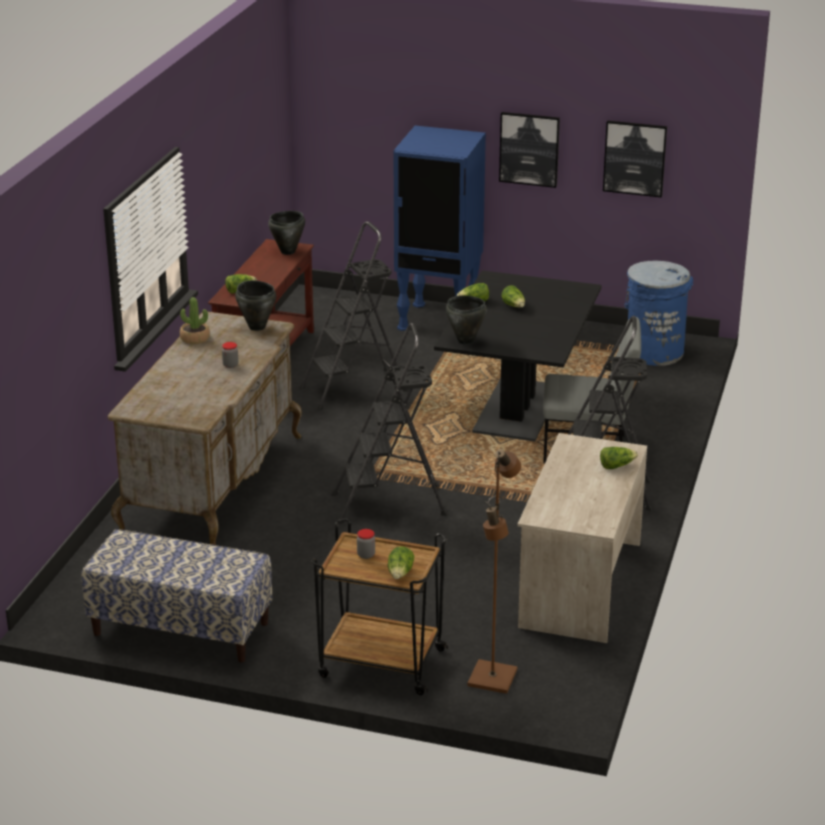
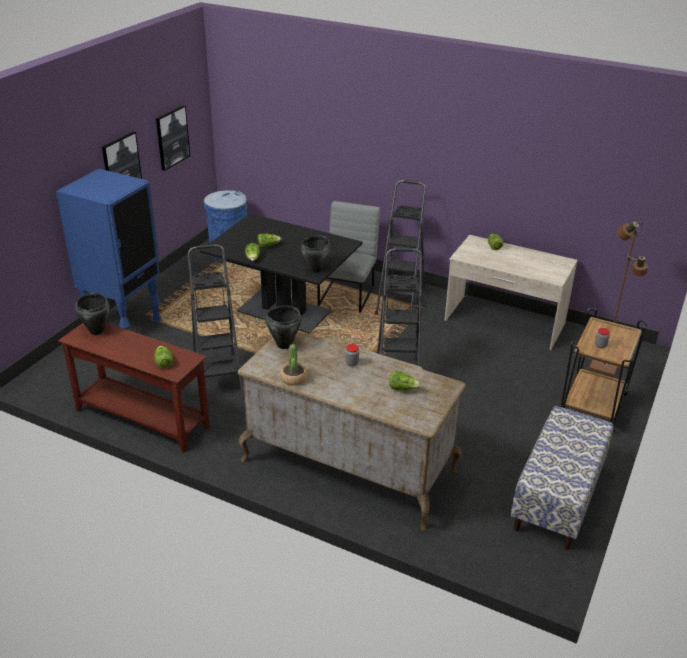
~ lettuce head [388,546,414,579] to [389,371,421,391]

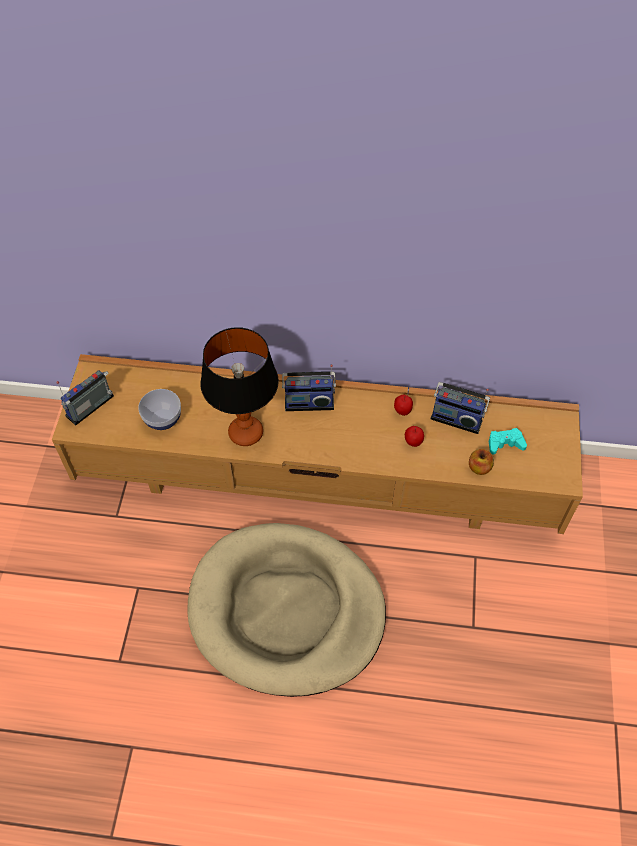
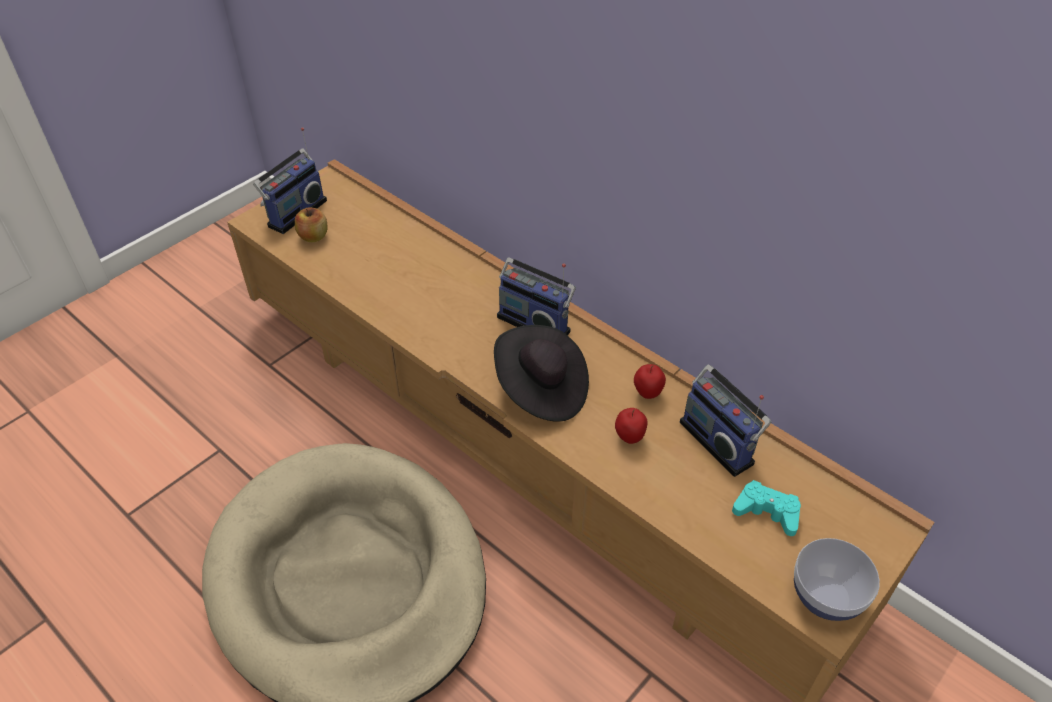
~ radio [56,371,114,425] = [253,127,327,234] 135 degrees clockwise
~ bowl [138,389,181,430] to [794,538,880,621]
- lamp for a table [200,327,279,446]
~ whole apple [469,449,494,475] to [295,207,328,242]
+ wearable hat (black) [494,325,589,422]

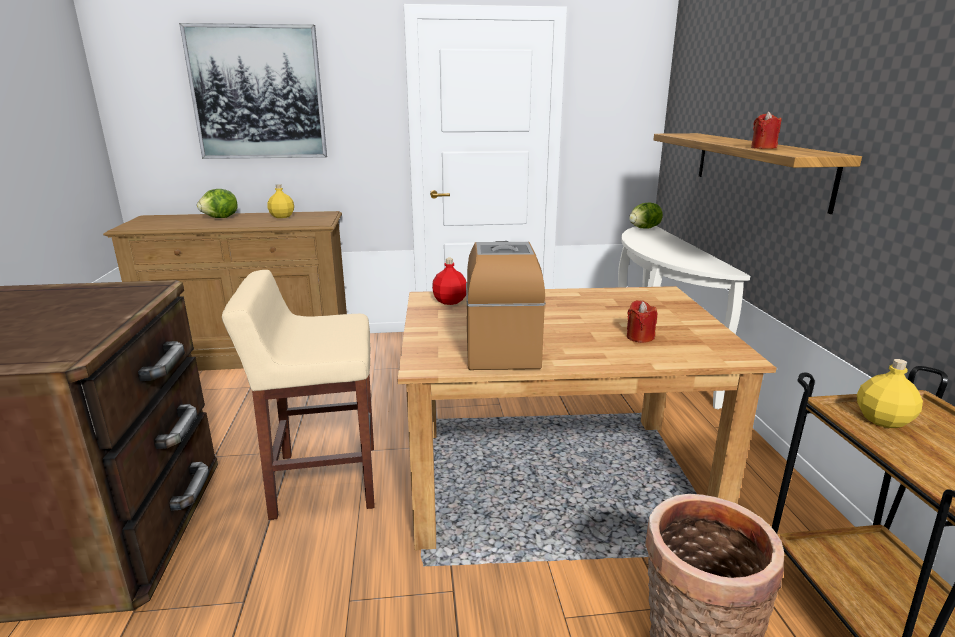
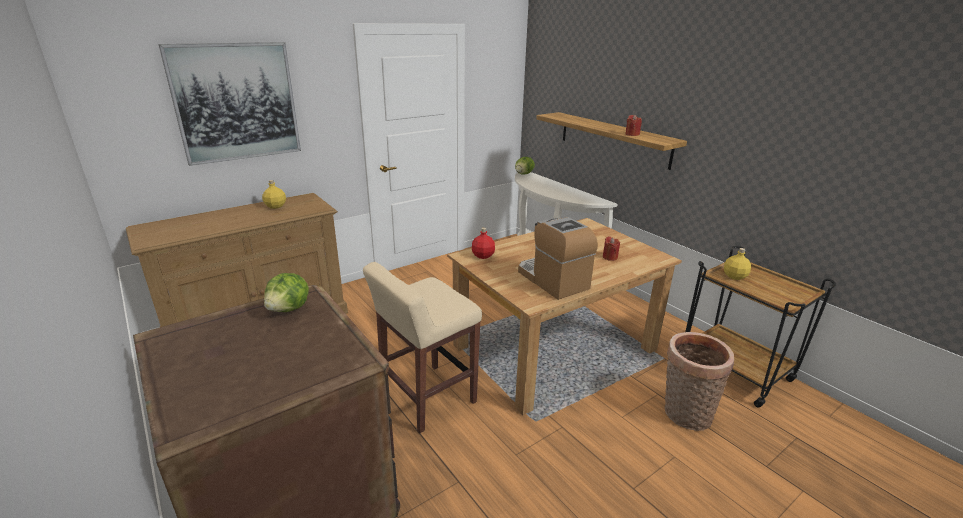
~ lettuce head [197,189,238,218] to [264,273,309,312]

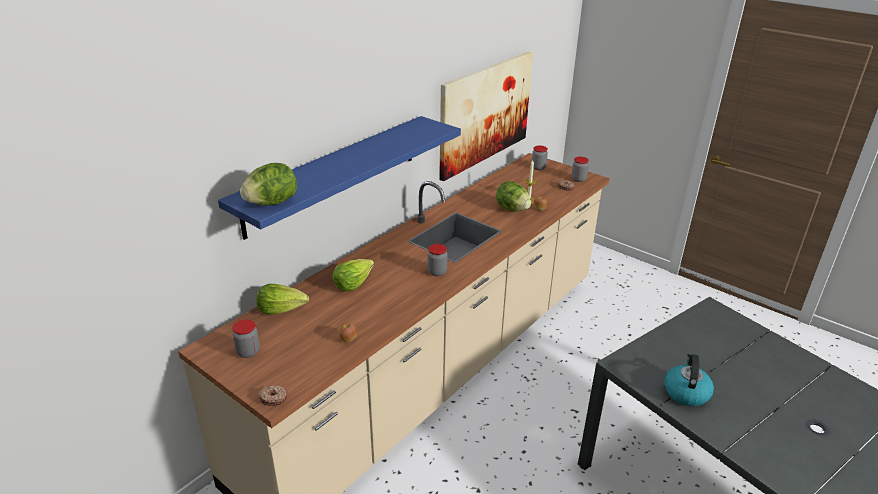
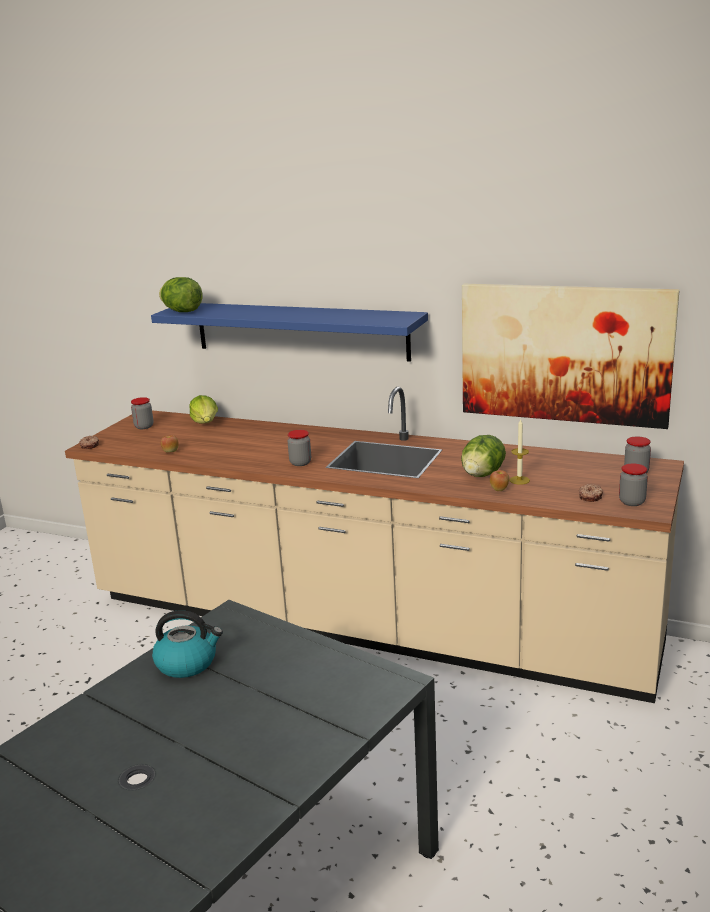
- lettuce head [333,259,374,291]

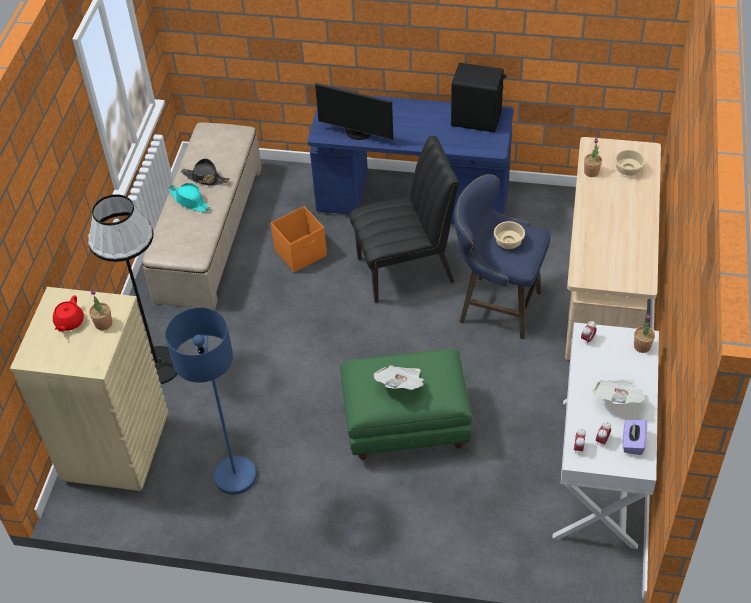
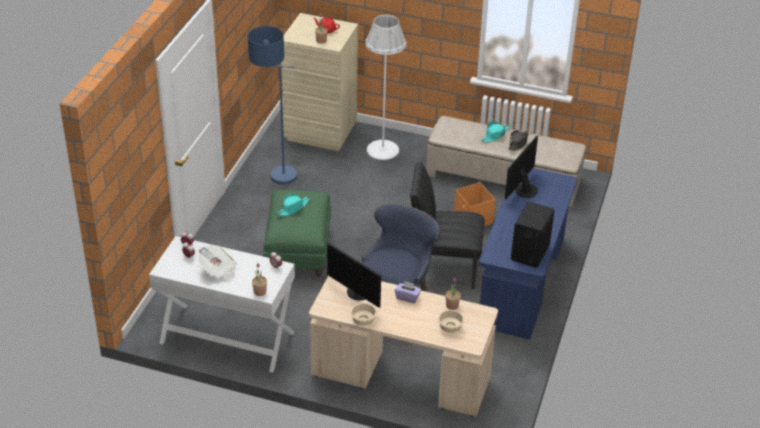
~ floor lamp (black) [88,194,177,384] to floor lamp (white-coloured) [365,15,406,160]
~ chair (black) [350,136,459,303] = [410,162,485,289] 105 degrees clockwise
~ printed paper [374,365,424,390] to wearable hat (turquoise) [276,194,310,216]
~ bowl (sand-coloured) [494,221,525,249] to [351,303,377,326]
~ box of tissues (purple-coloured) [623,420,647,455] to [394,281,421,303]
+ computer display [327,242,381,308]

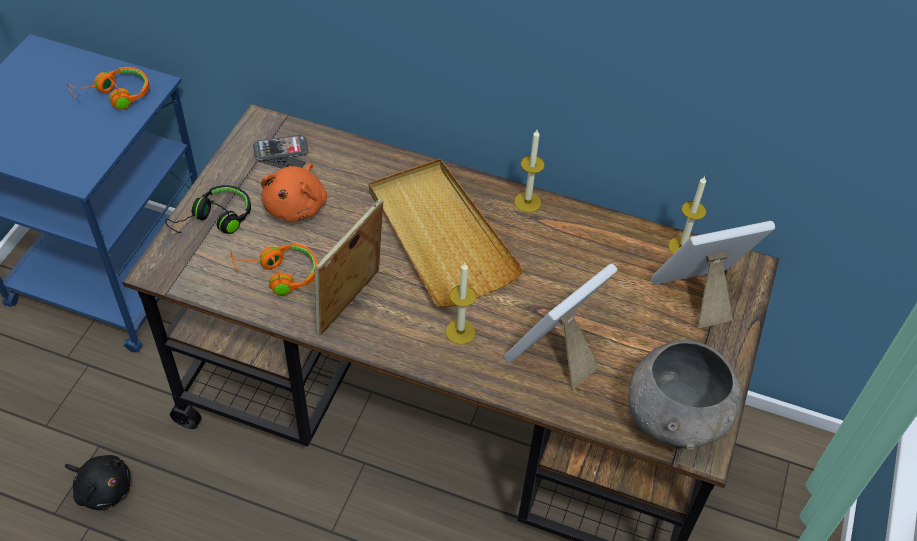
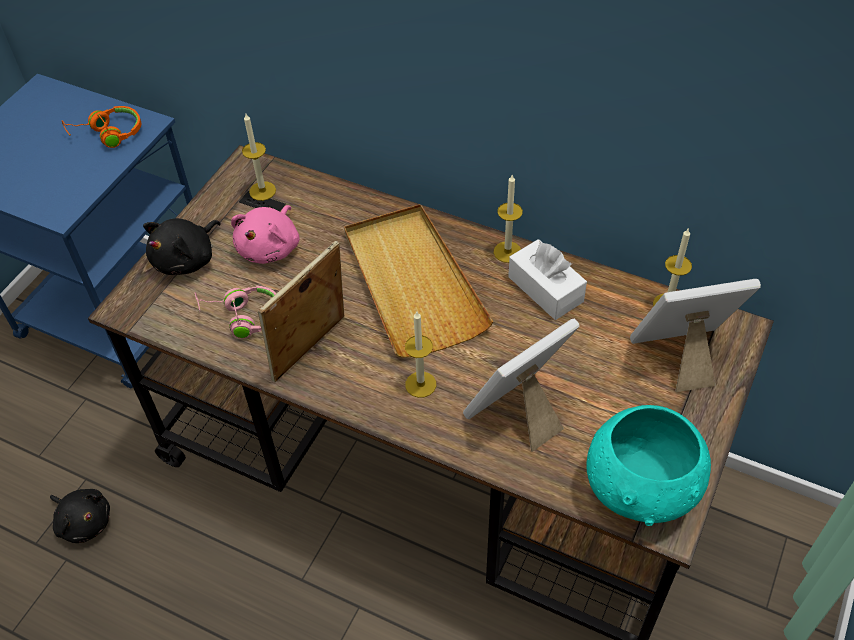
~ headphones (black) [165,185,251,234] to cuddly toy (black) [143,218,220,275]
~ headphones (orange-coloured) [231,243,317,296] to headphones (pinkish) [195,286,276,338]
~ telephone [253,135,309,161] to wax light [242,114,276,201]
~ cuddly toy (orange-coloured) [261,163,327,222] to cuddly toy (pinkish) [231,205,300,264]
~ bowl (gray) [628,340,741,450] to bowl (turquoise) [586,405,711,526]
+ box of tissues (white-coloured) [508,239,587,320]

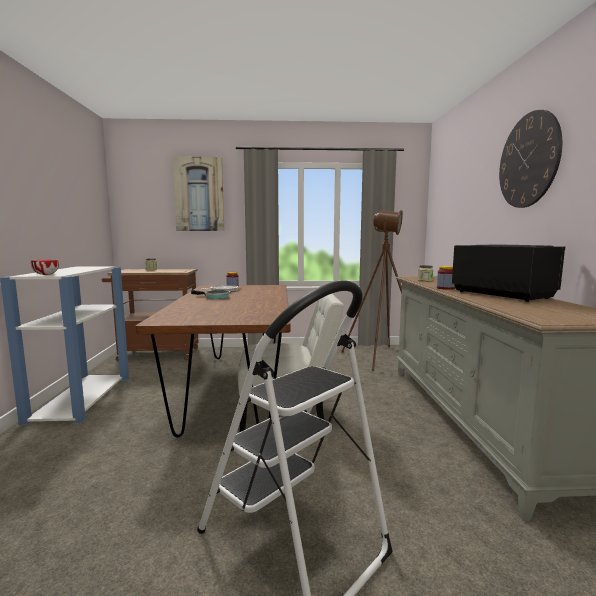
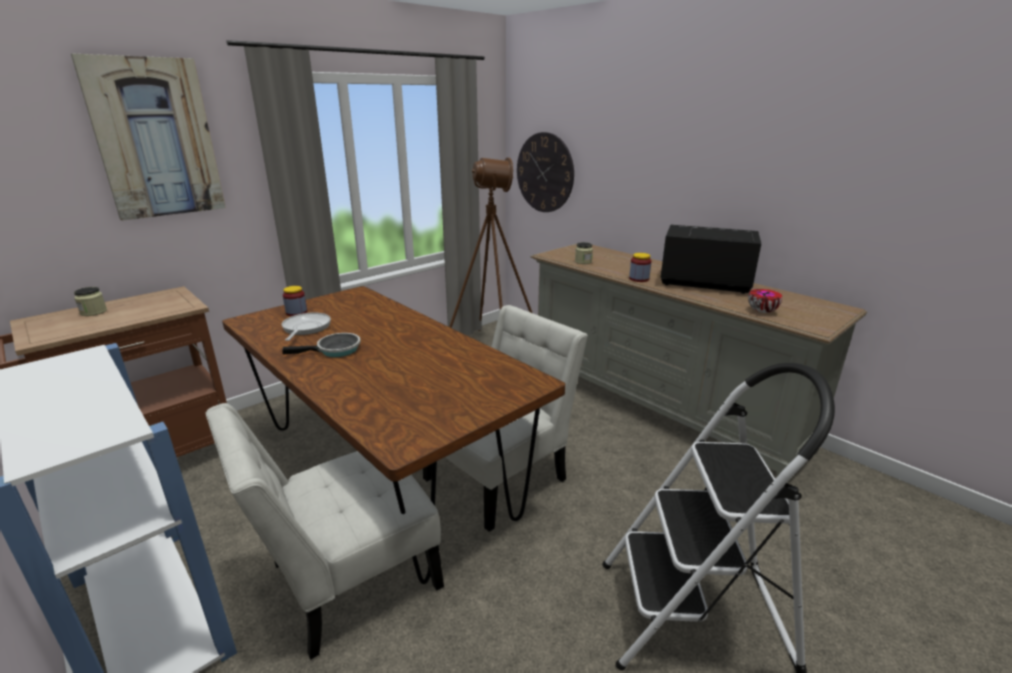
~ bowl [31,259,59,275] to [748,289,782,313]
~ clock on the wall [499,110,562,208] to [517,132,574,212]
+ chair (white-coloured) [206,403,444,660]

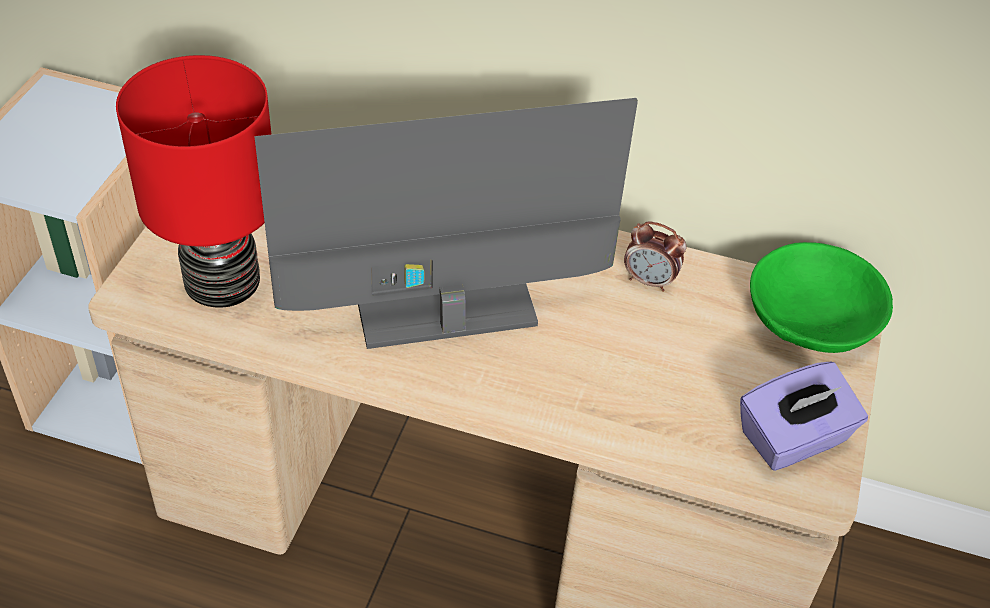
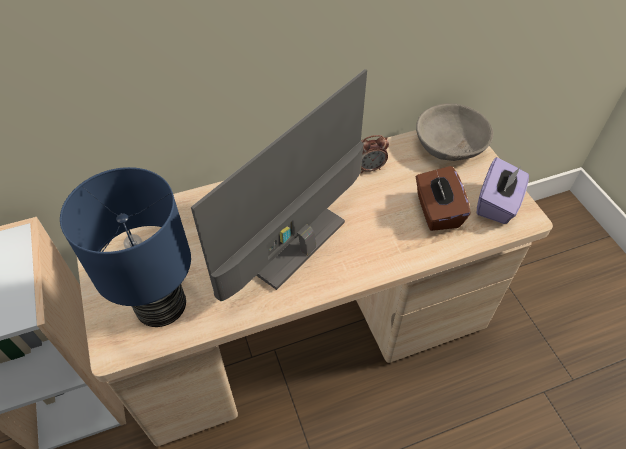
~ lamp for a table (red-coloured) [116,55,272,308] to lamp for a table (blue) [60,167,191,327]
~ bowl (greenish) [750,242,893,353] to bowl (gray) [416,103,493,161]
+ box of tissues (brown-coloured) [416,166,471,231]

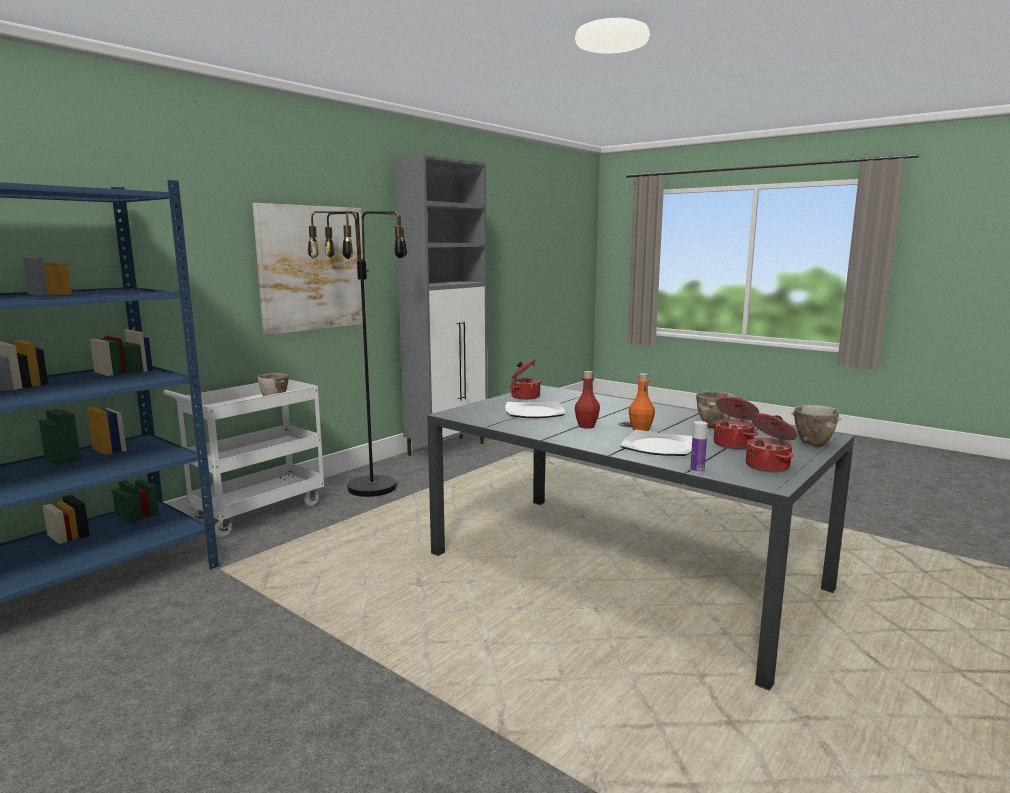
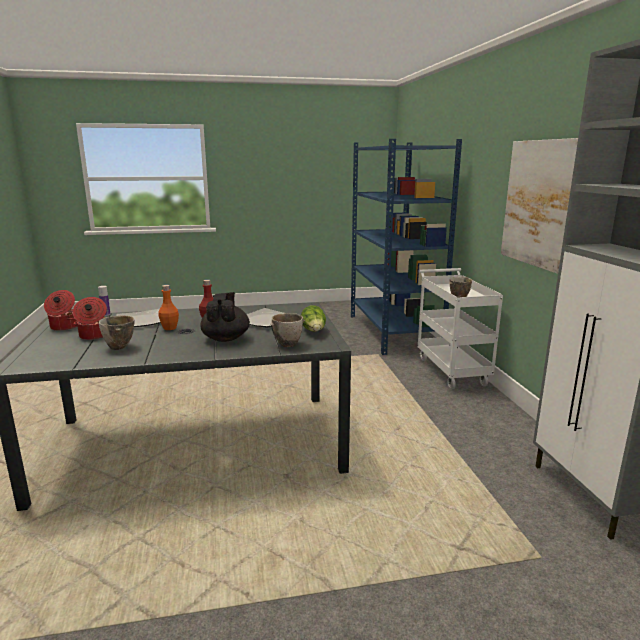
- floor lamp [308,210,407,497]
~ cooking pot [509,359,542,400] to lettuce head [300,305,326,332]
~ bowl [791,405,841,447] to [270,313,305,347]
+ tea pot (black) [201,292,250,342]

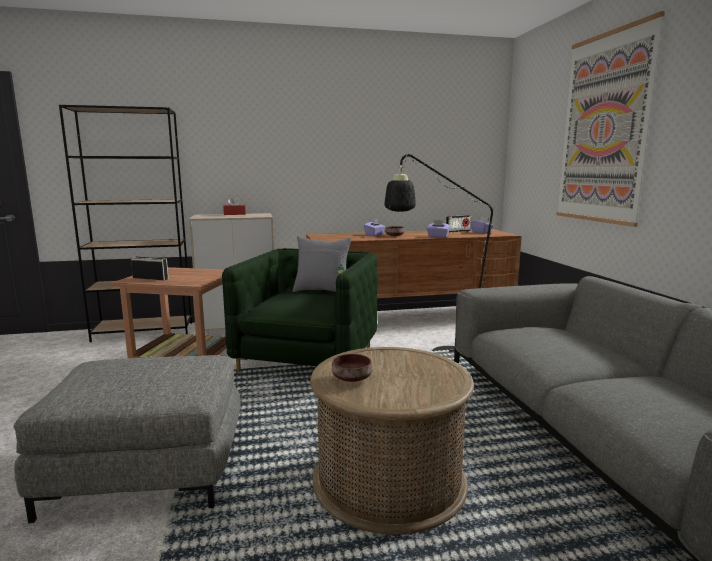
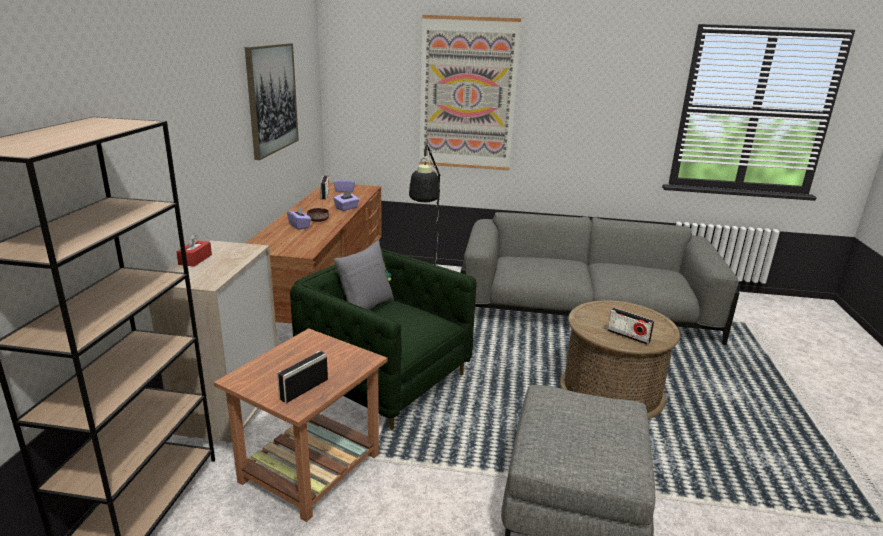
~ bowl (brown-coloured) [332,354,372,382] to radio [607,308,654,345]
+ picture [245,43,299,160]

